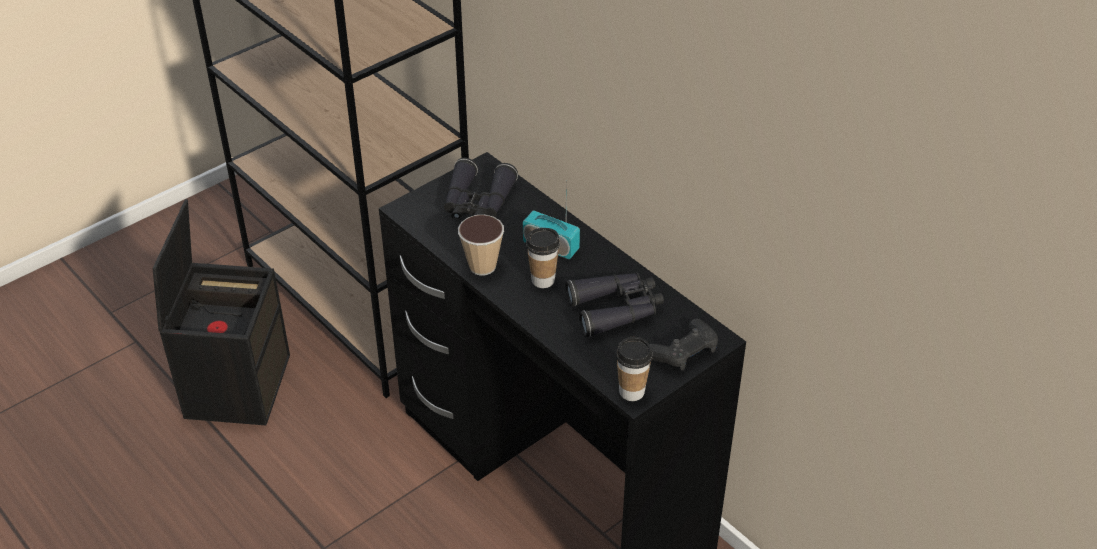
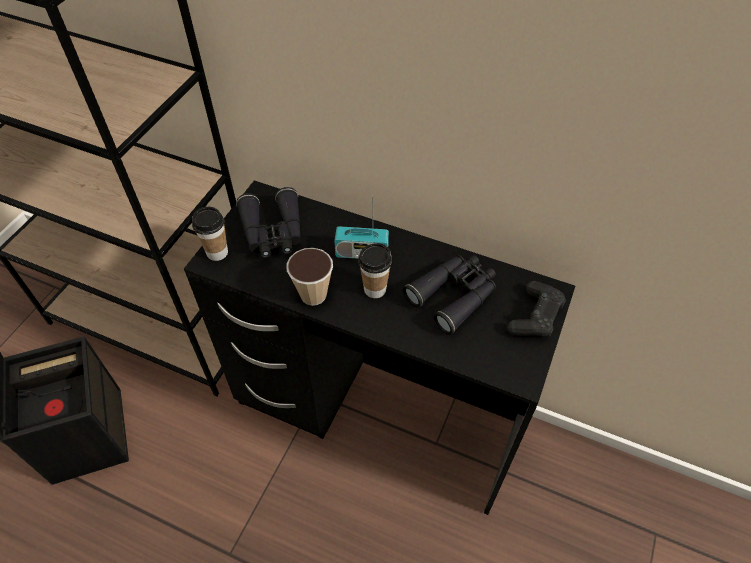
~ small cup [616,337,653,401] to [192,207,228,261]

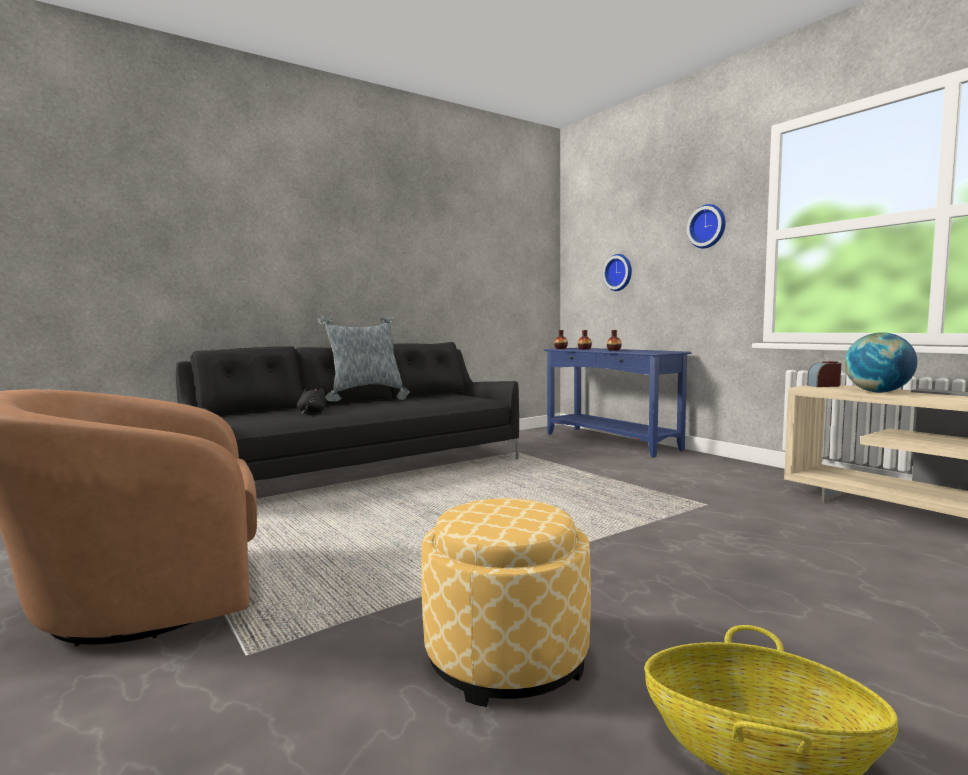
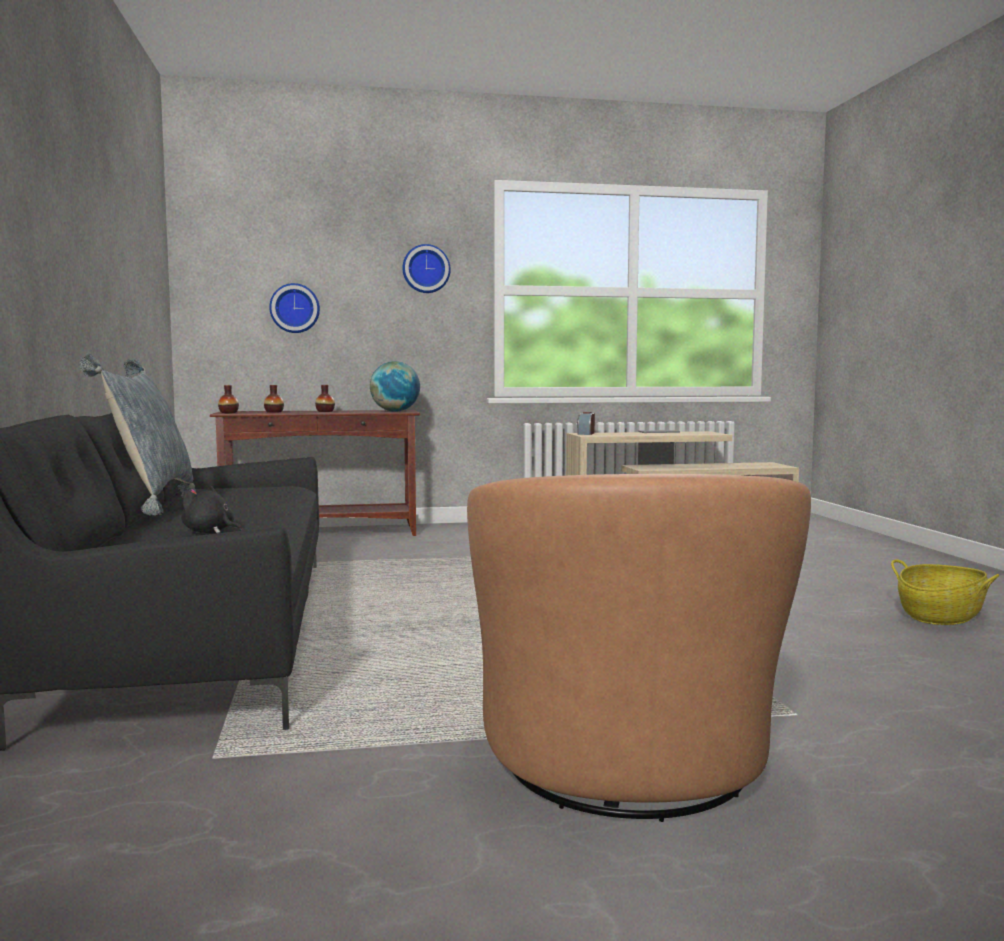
- footrest [421,498,591,707]
~ console table (blue) [544,348,692,458] to console table (brown-coloured) [210,410,420,536]
~ globe [844,332,917,393] to [370,361,420,412]

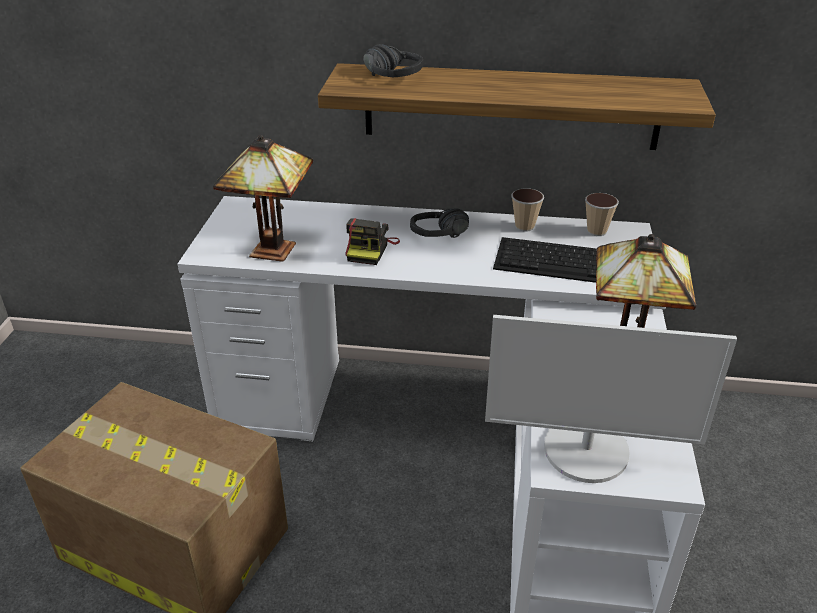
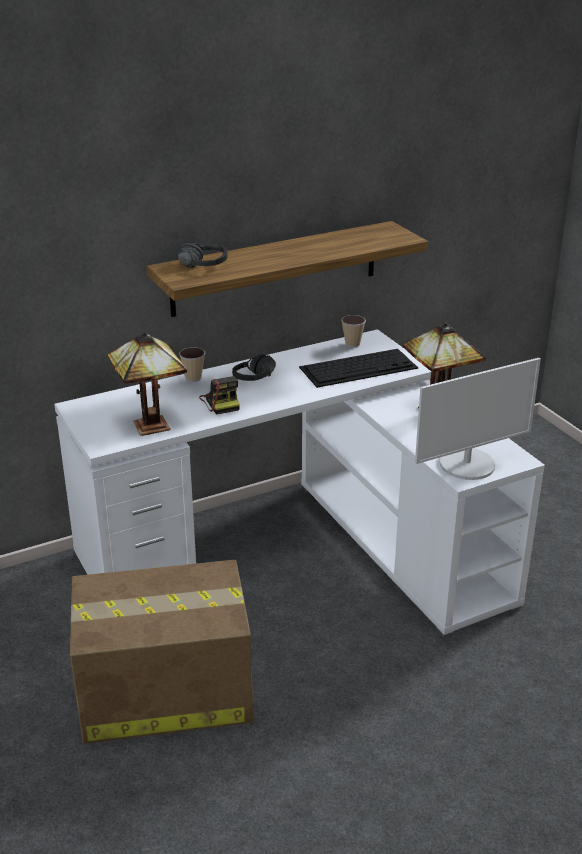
~ small cup [511,188,544,232] to [179,347,205,382]

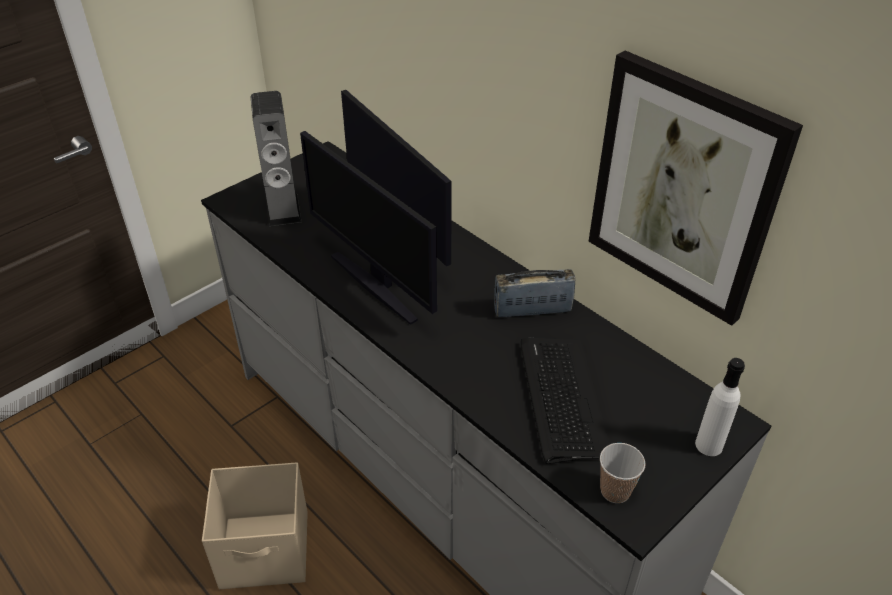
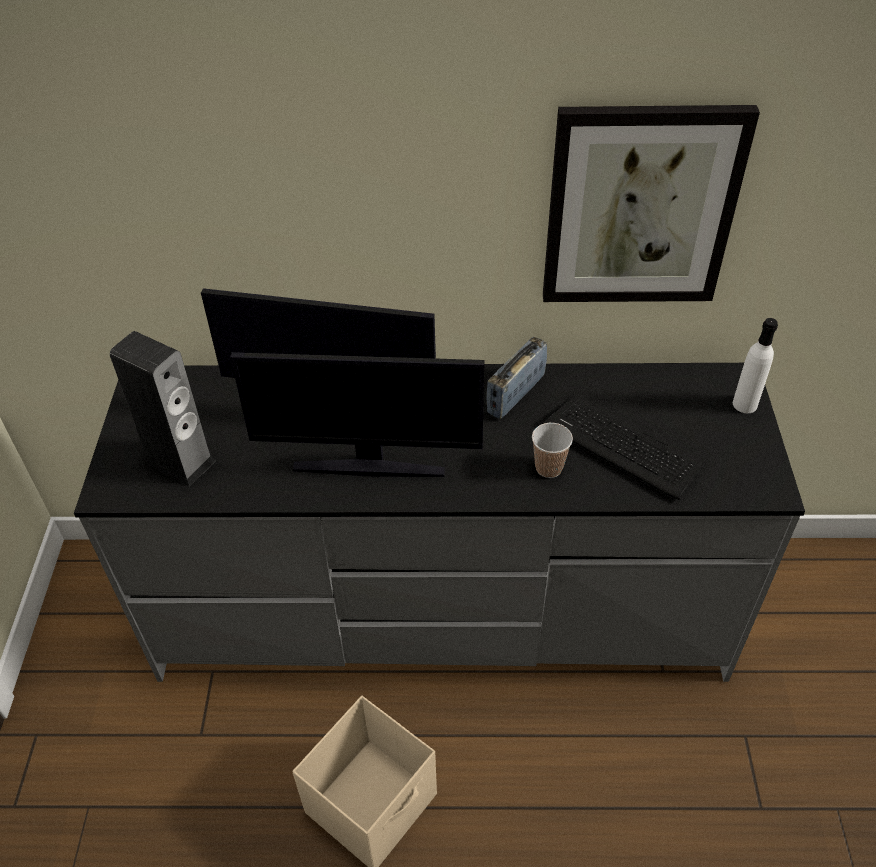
~ small cup [600,443,645,503] to [532,423,573,478]

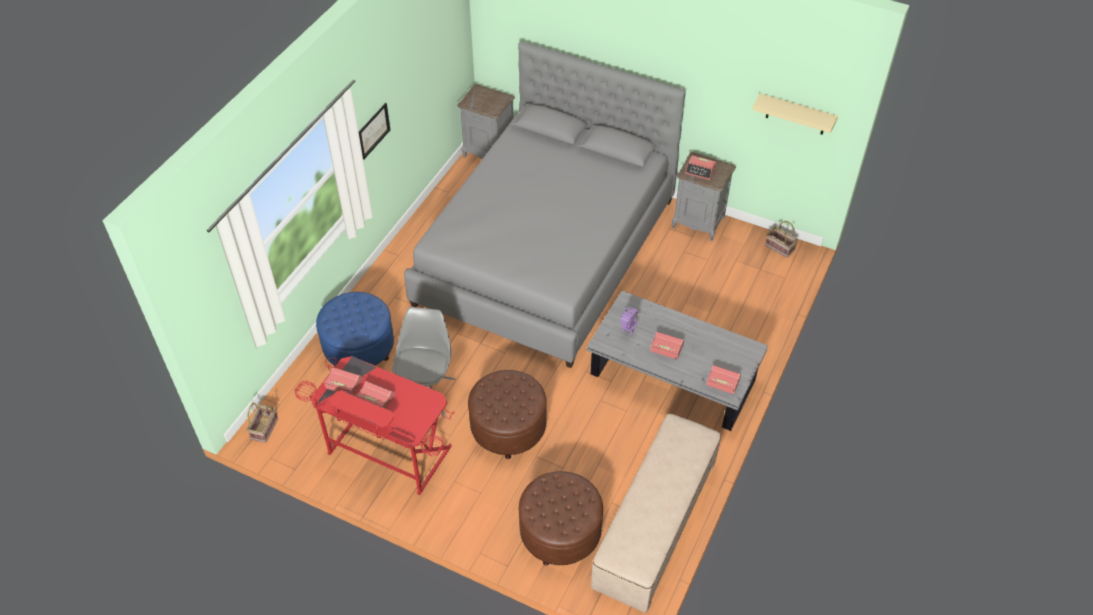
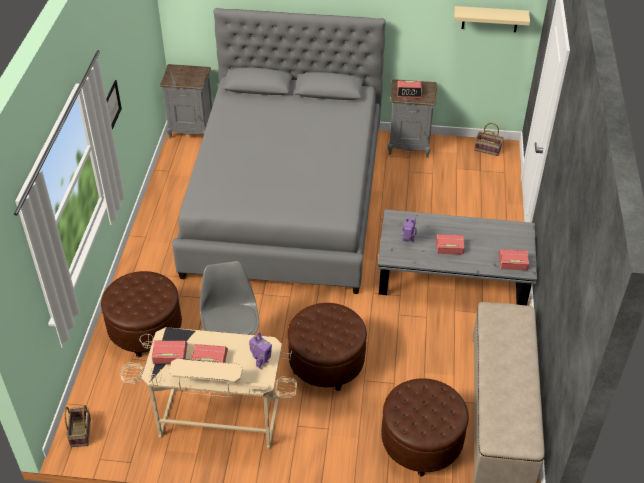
~ desk unit (red-coloured) [294,356,454,495] to desk unit (sand-coloured) [120,327,297,449]
~ footrest (blue) [316,292,394,366] to footrest (brown-coloured) [101,271,182,357]
+ robot figure [249,331,272,369]

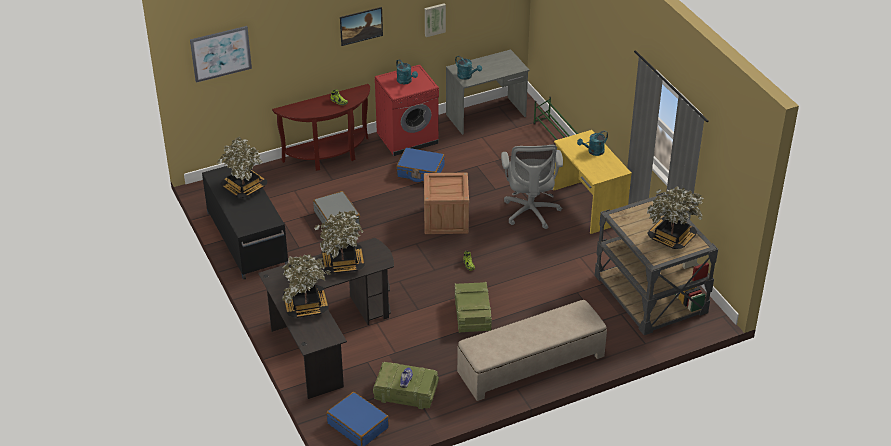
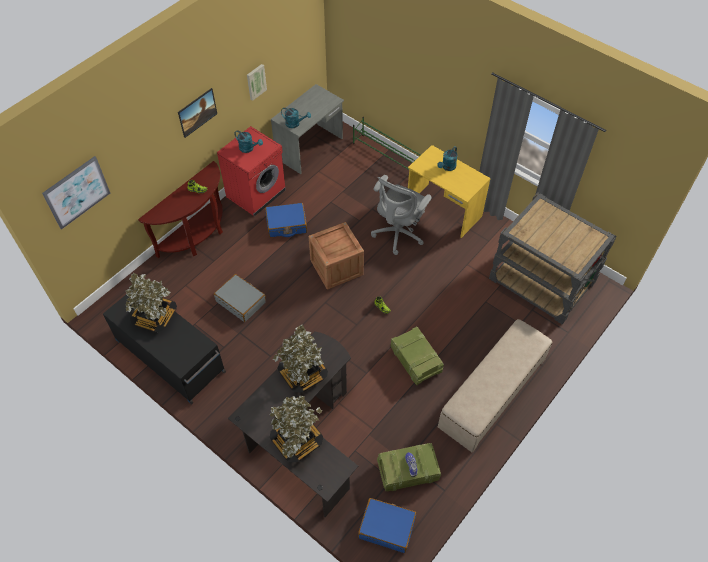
~ desk chair (gray) [501,145,563,229] = [371,175,432,255] 60 degrees clockwise
- houseplant [647,186,703,249]

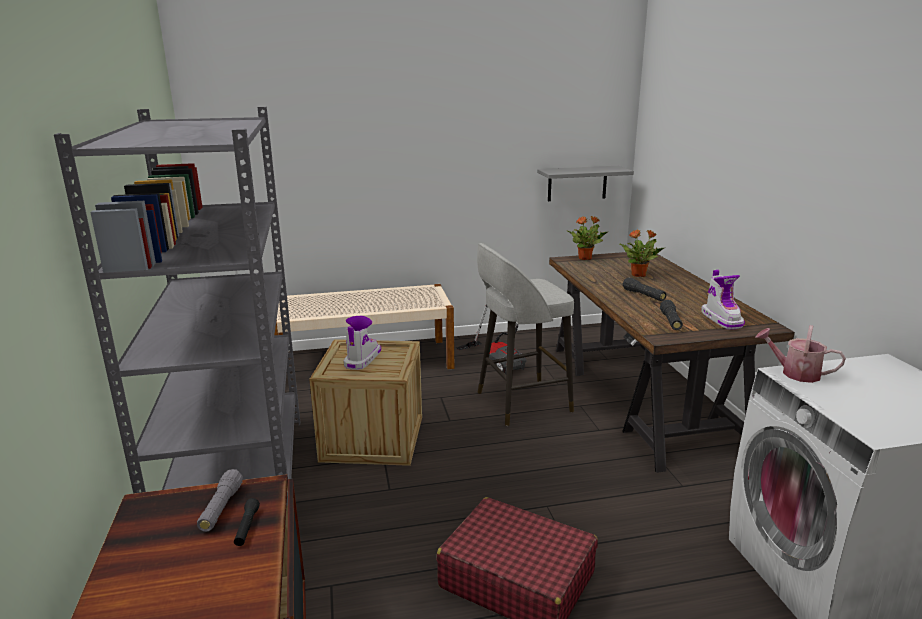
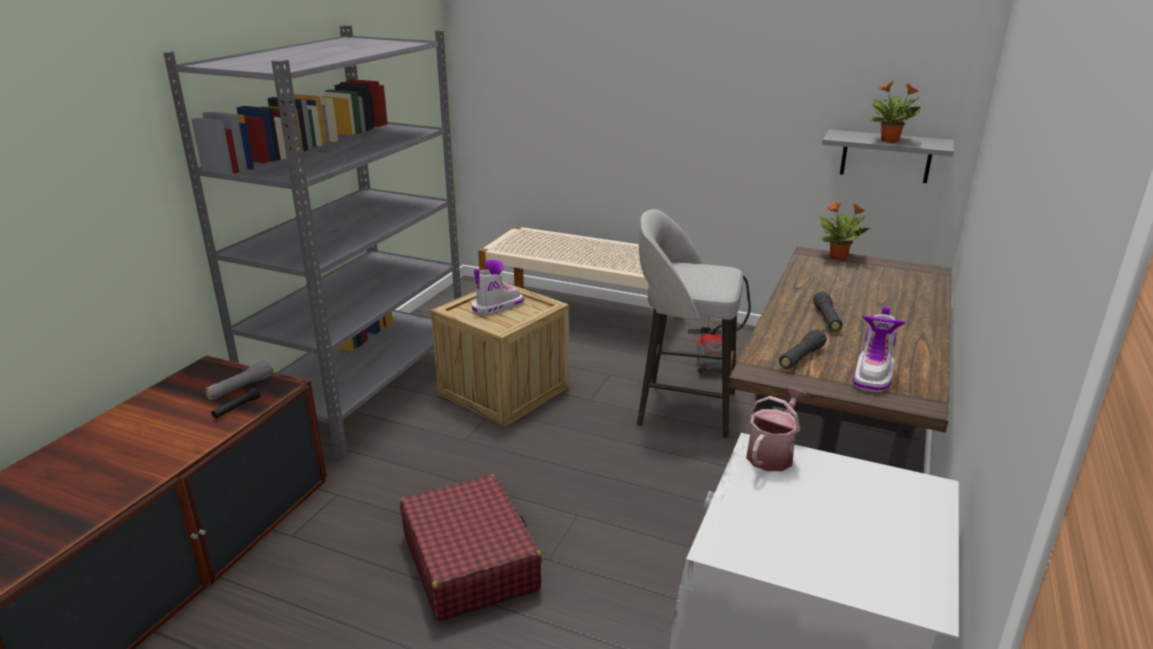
~ houseplant [619,229,664,277] to [871,81,921,143]
~ watering pot [756,325,846,383] = [746,387,807,471] 60 degrees clockwise

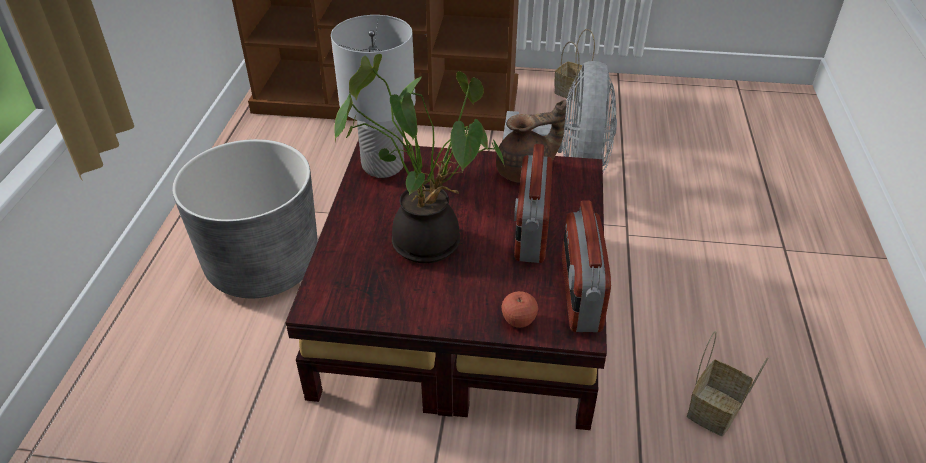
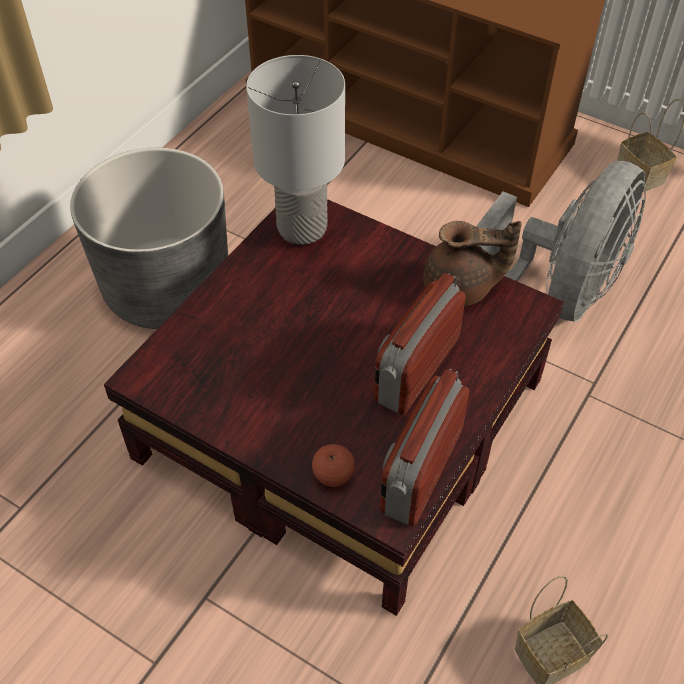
- houseplant [334,54,504,263]

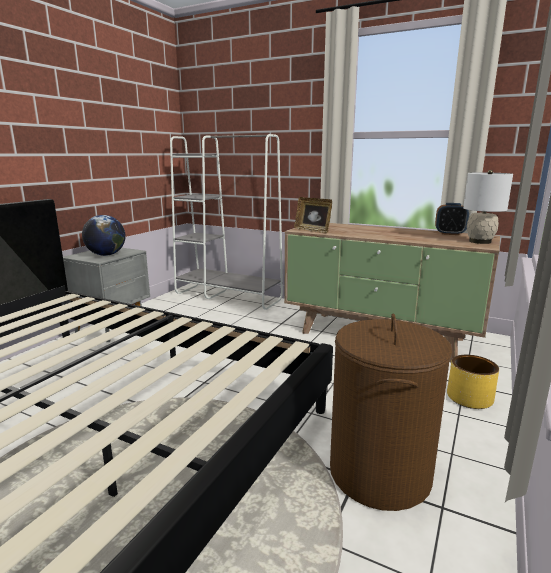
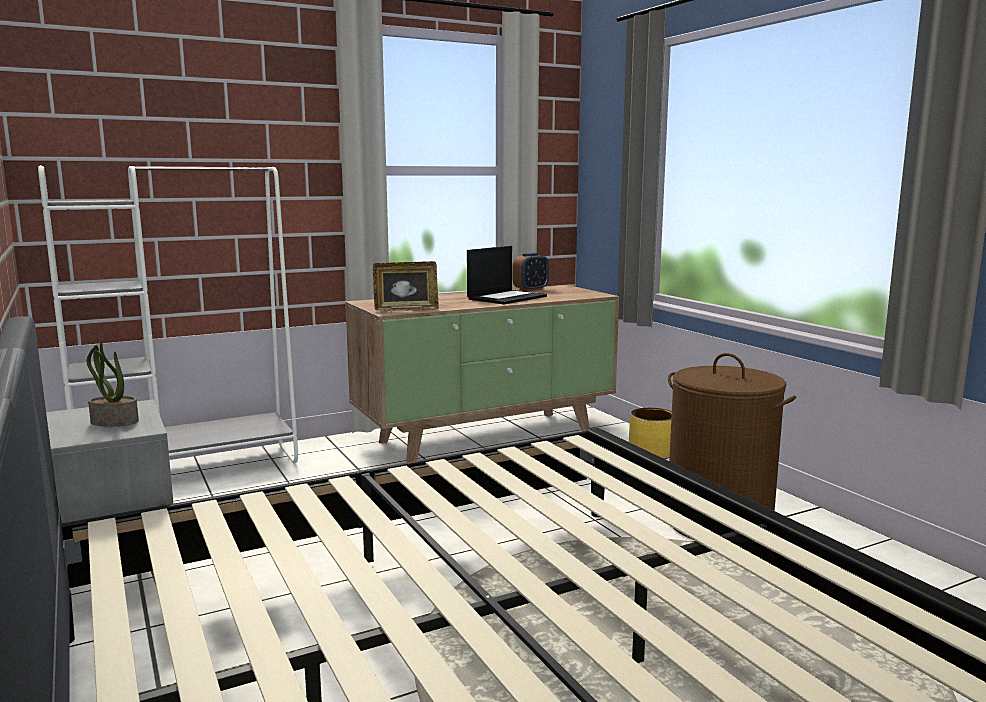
~ globe [82,215,126,256] to houseplant [87,338,139,427]
- lamp for a table (white-coloured) [463,170,513,244]
+ laptop [467,246,547,304]

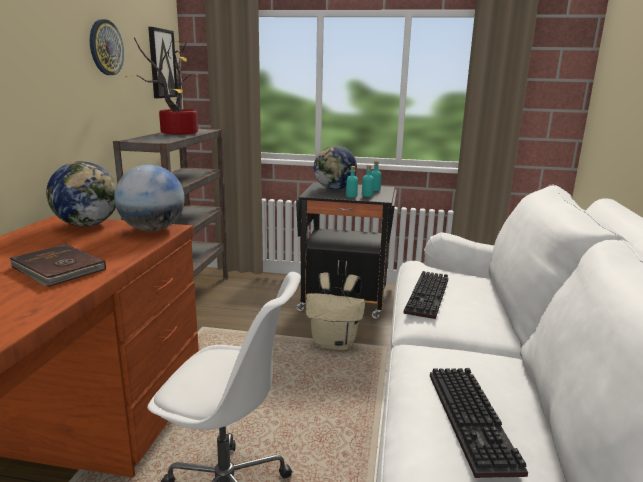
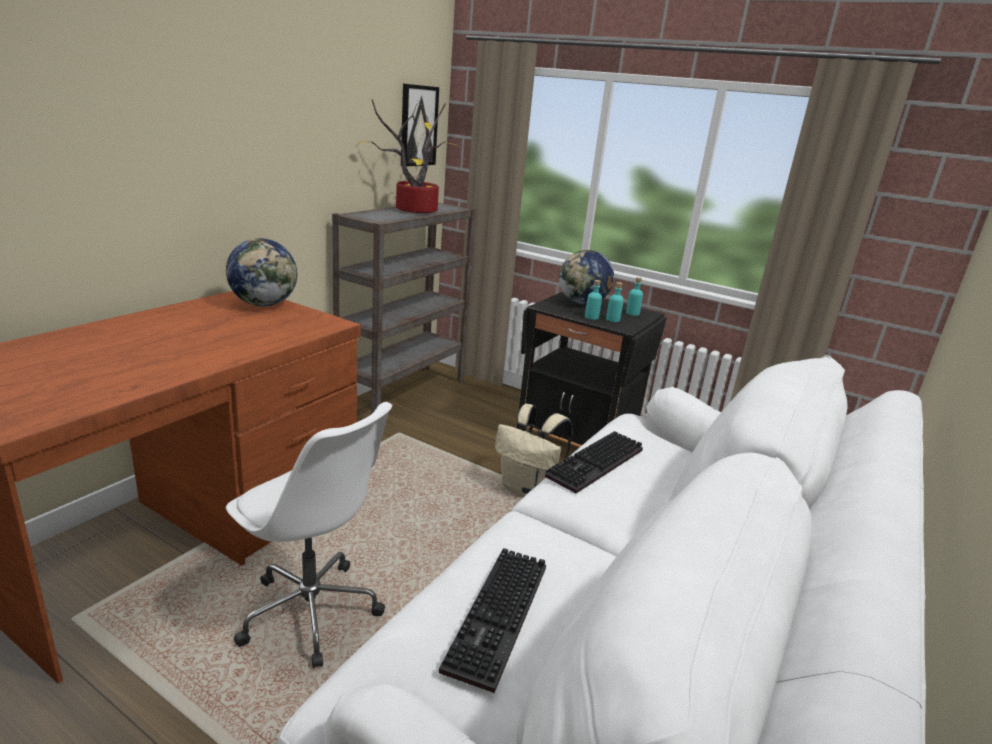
- book (brown-coloured) [10,244,106,287]
- clock on the wall [90,19,124,75]
- globe [114,165,185,231]

